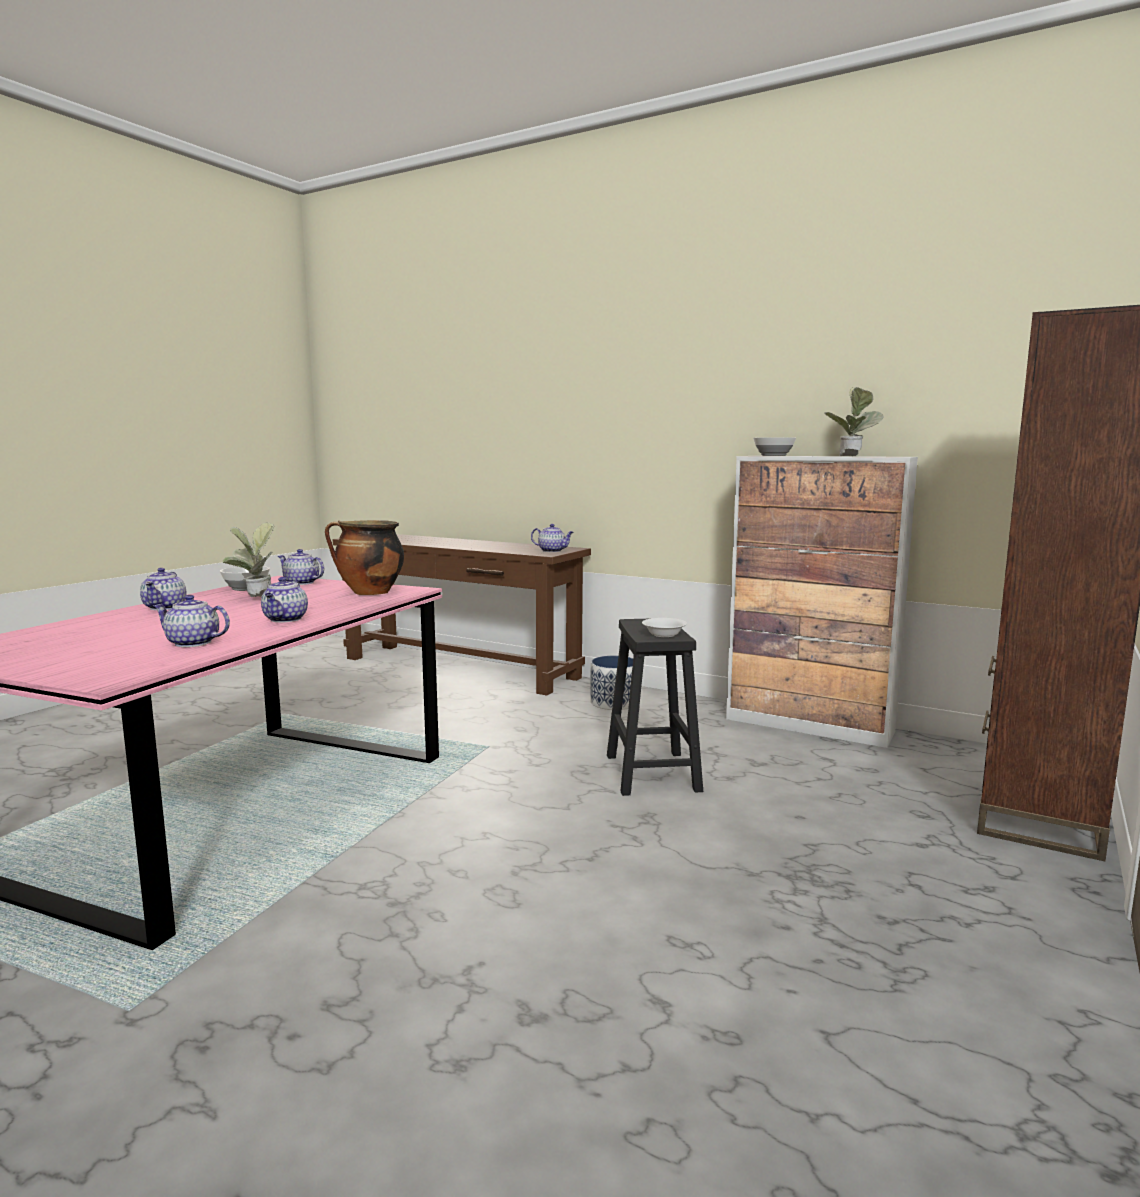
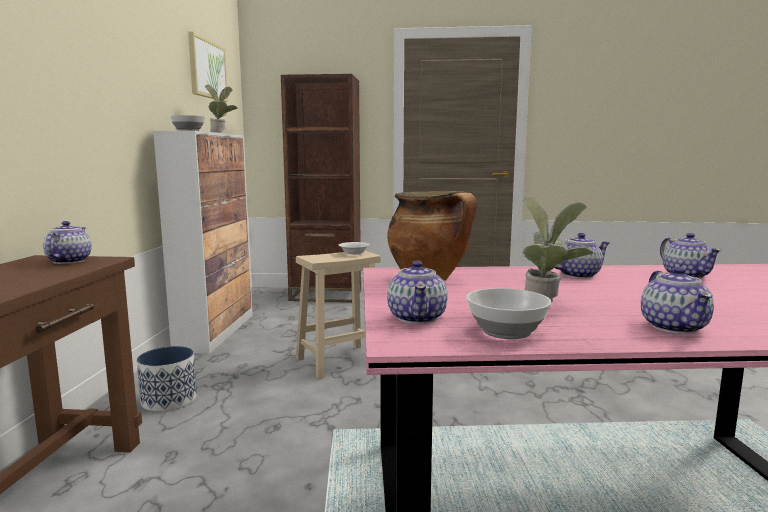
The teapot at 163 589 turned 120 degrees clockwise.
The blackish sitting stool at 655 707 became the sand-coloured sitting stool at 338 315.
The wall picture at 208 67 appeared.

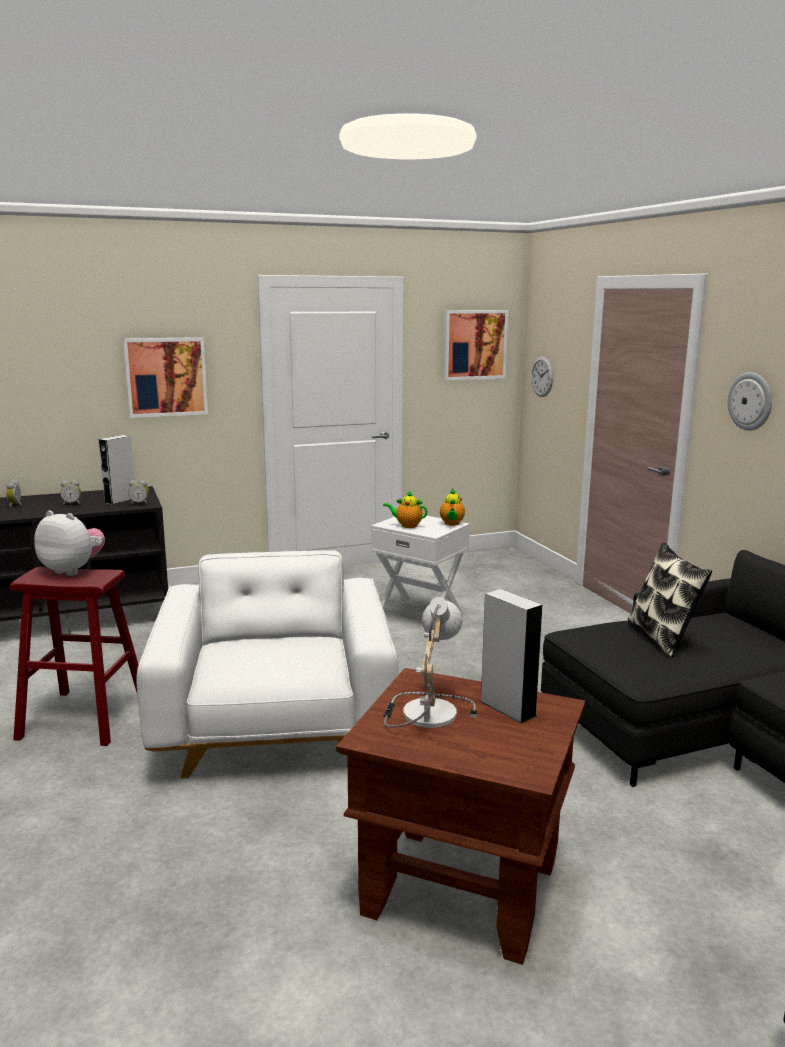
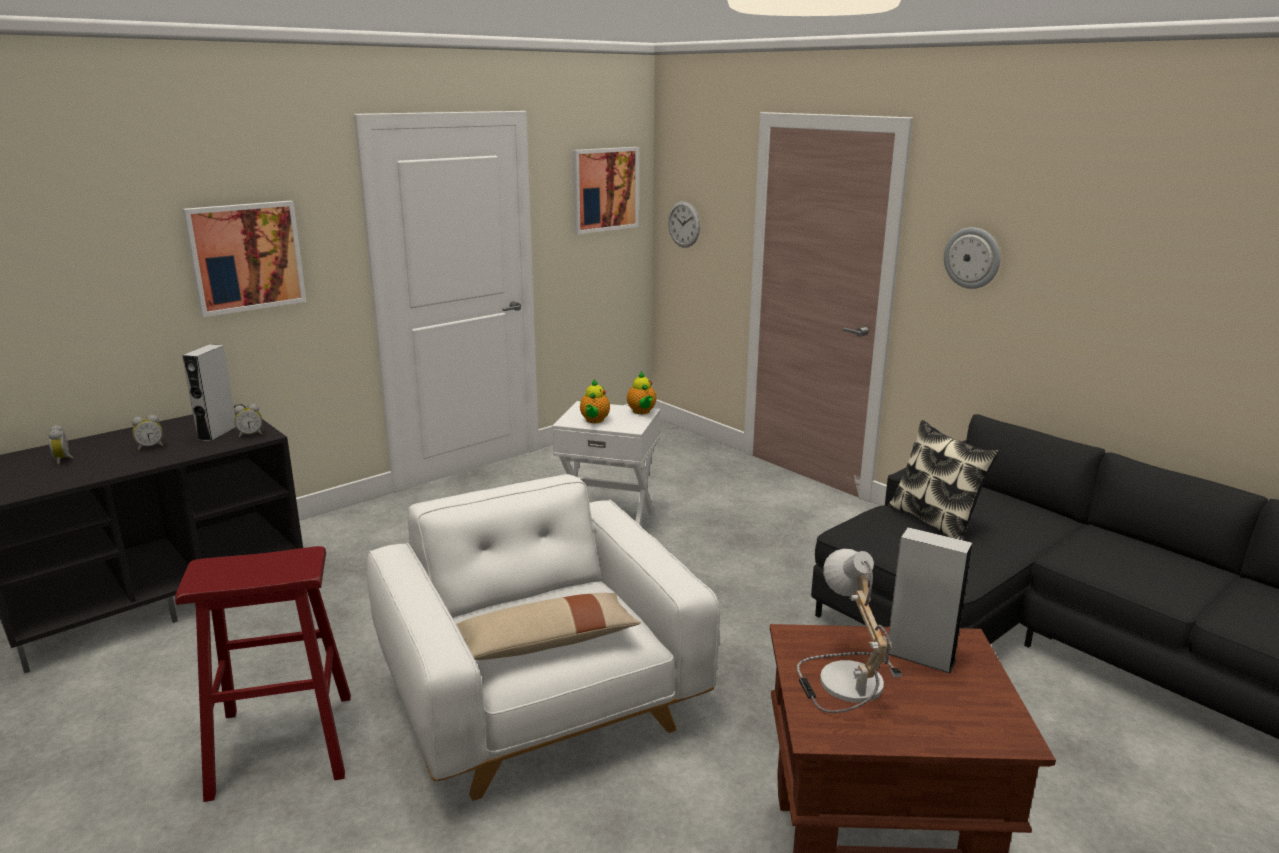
The teapot at 405 509 turned 75 degrees counterclockwise.
The cuddly toy at 69 543 disappeared.
The sand-coloured cushion at 549 626 appeared.

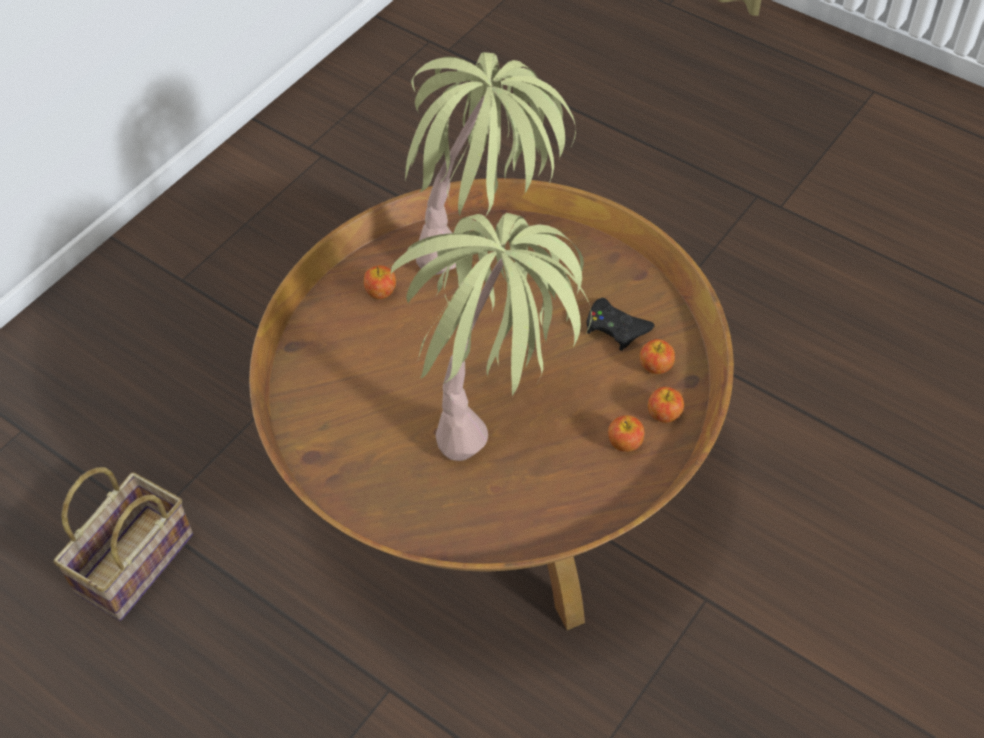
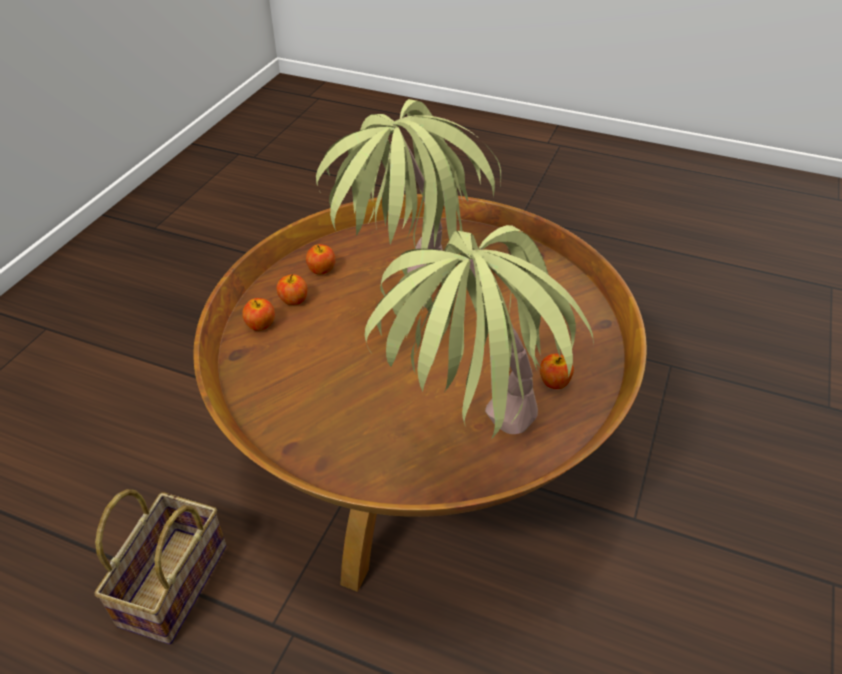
The blackish gamepad at 621 324 disappeared.
The apple moved from 657 356 to 321 259.
The basket moved from 123 544 to 160 566.

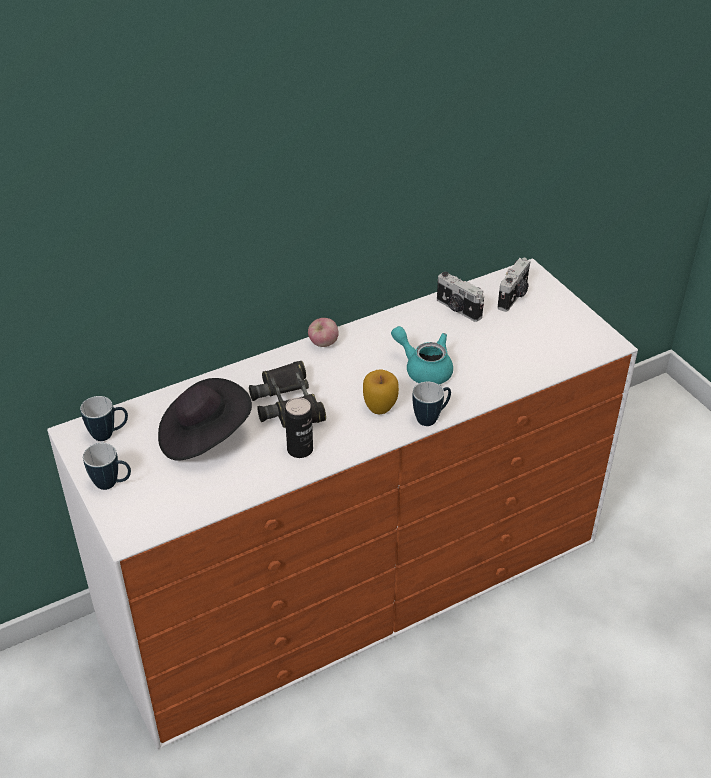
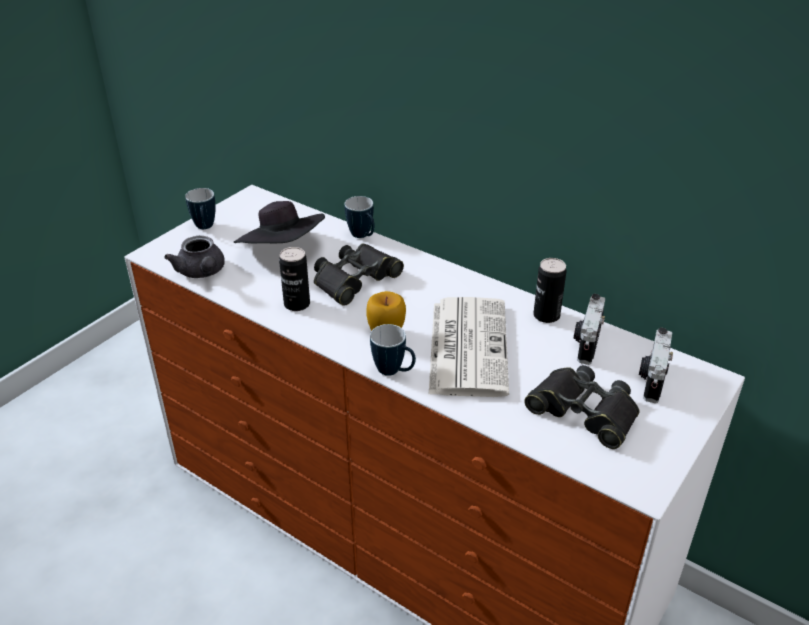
The still camera at 513 285 turned 105 degrees clockwise.
The apple at 323 332 disappeared.
The blue-green teapot at 422 355 was replaced by the newspaper at 469 347.
The mug moved from 104 418 to 360 217.
The grey teapot at 194 257 appeared.
The metal can at 550 290 appeared.
The blackish pair of binoculars at 582 407 appeared.

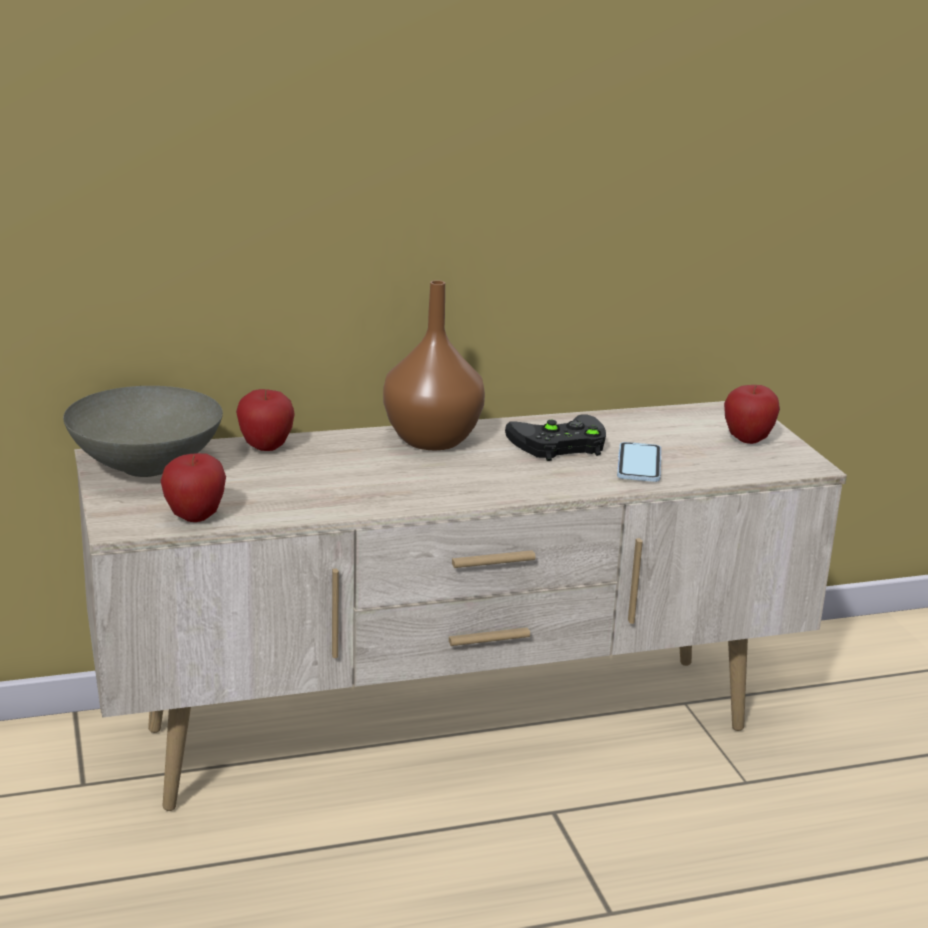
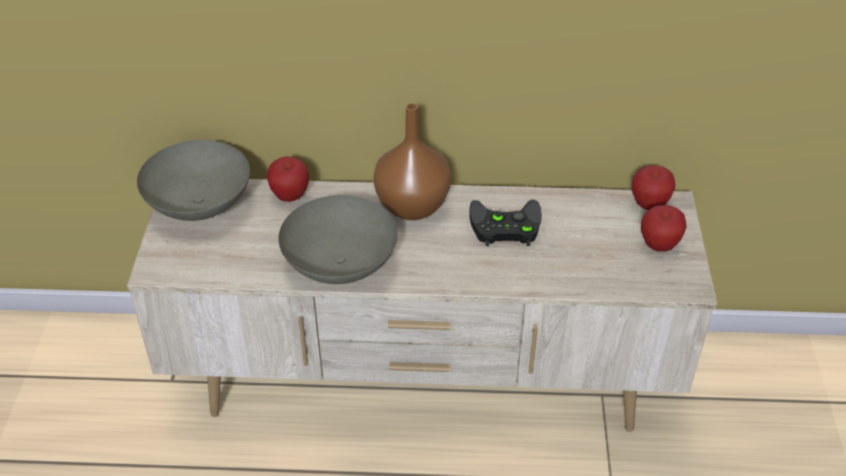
The phone at 639 462 disappeared.
The apple moved from 193 487 to 653 188.
The grey deep dish at 338 239 appeared.

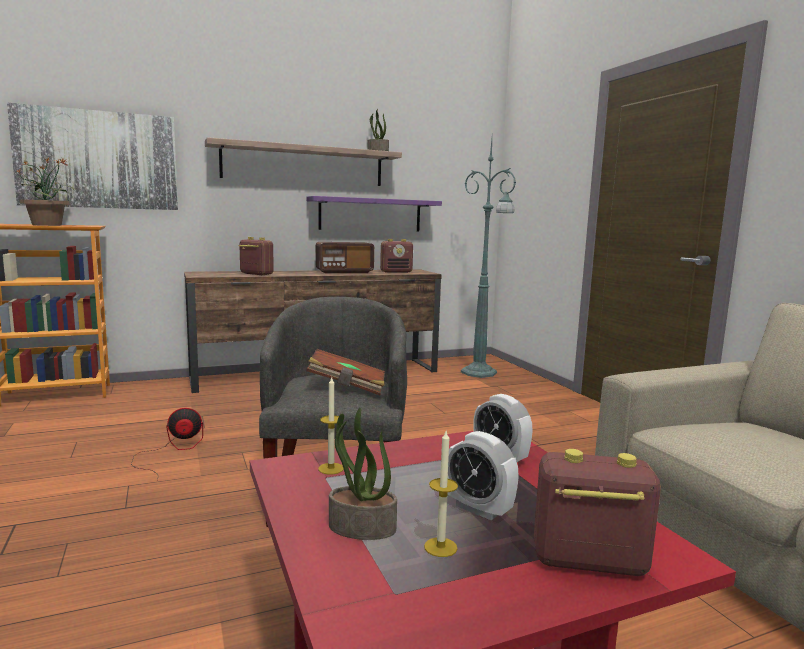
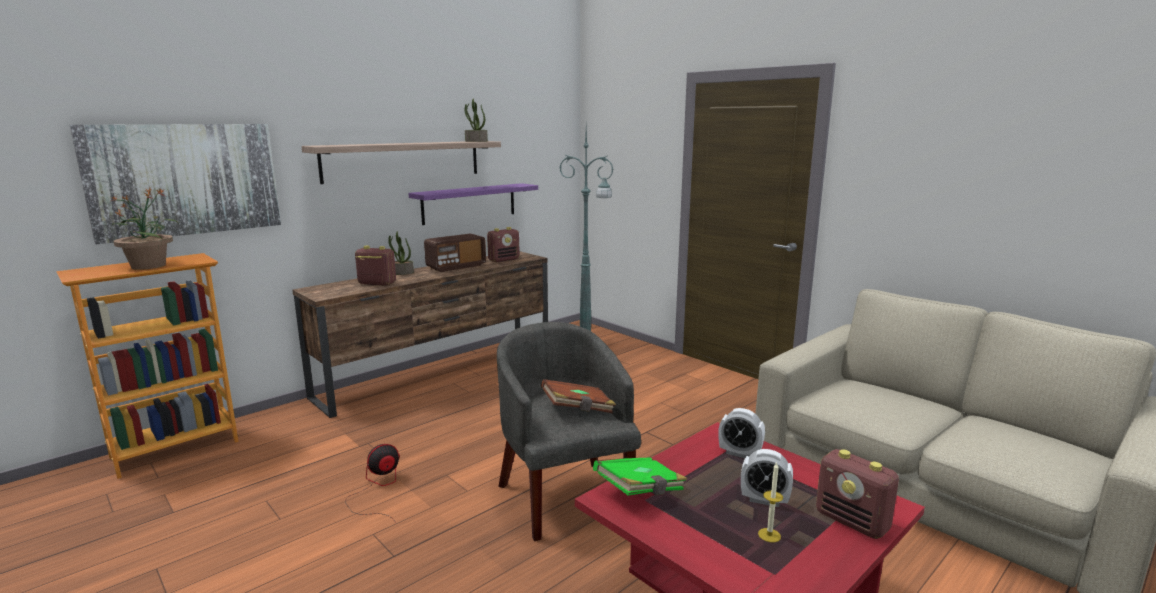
The wax light at 331 425 was replaced by the greenish volume at 640 477.
The plant in a pot moved from 363 473 to 401 253.
The radio set at 597 512 turned 120 degrees counterclockwise.

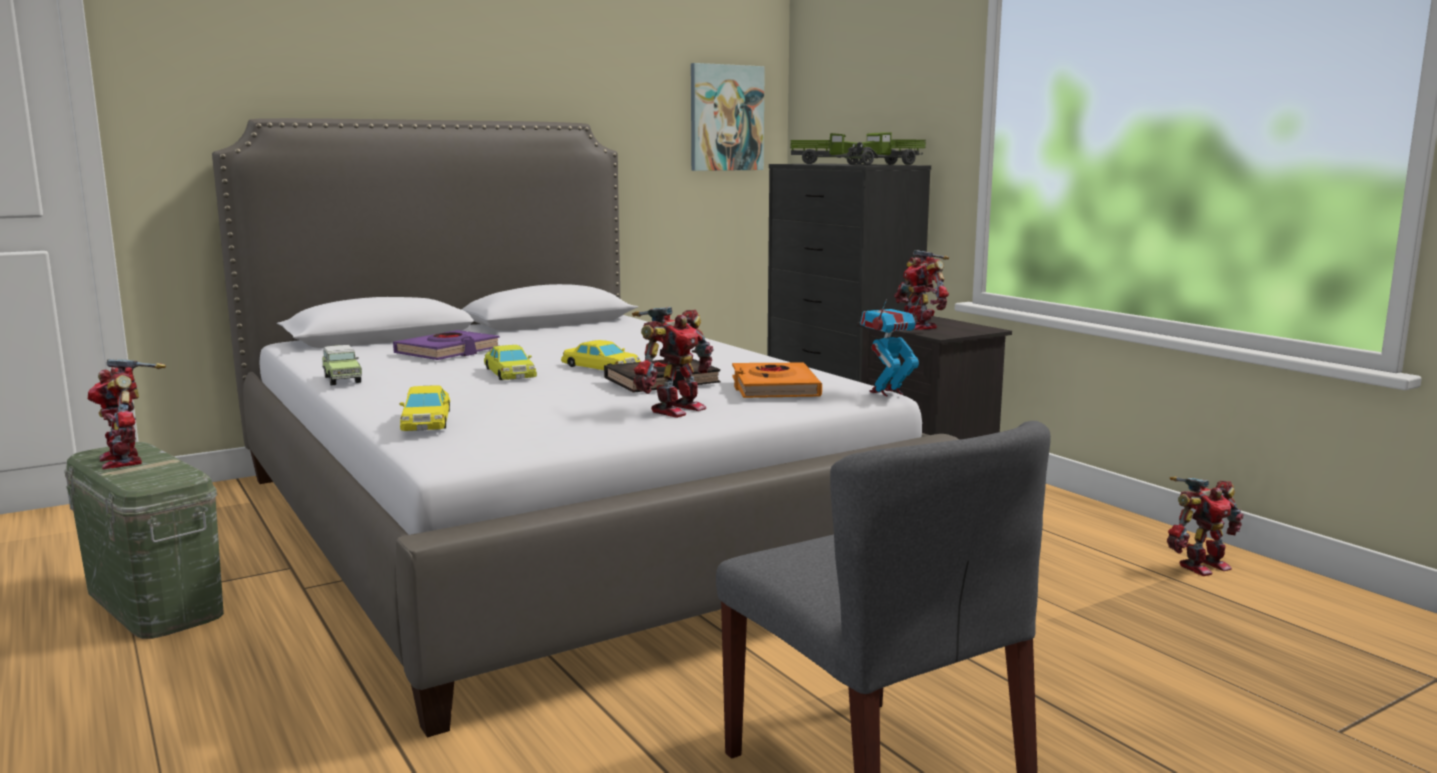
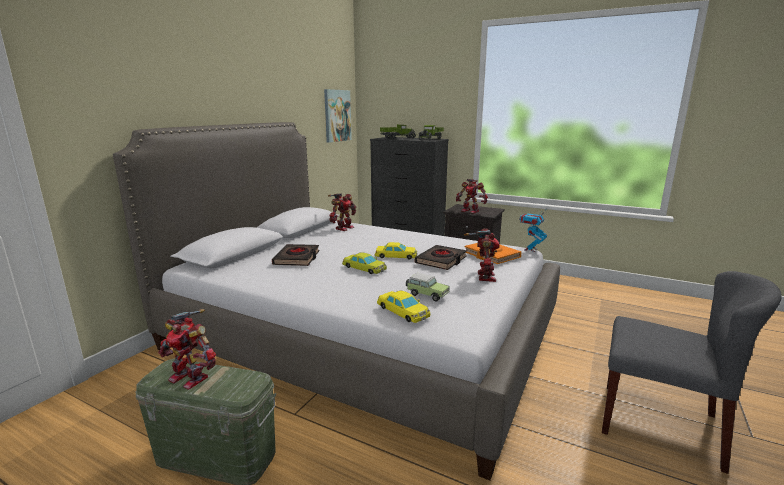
The purple volume at 446 345 became the blackish volume at 296 255.
The miniature car moved from 342 365 to 428 287.
The robot figure moved from 1205 526 to 342 212.

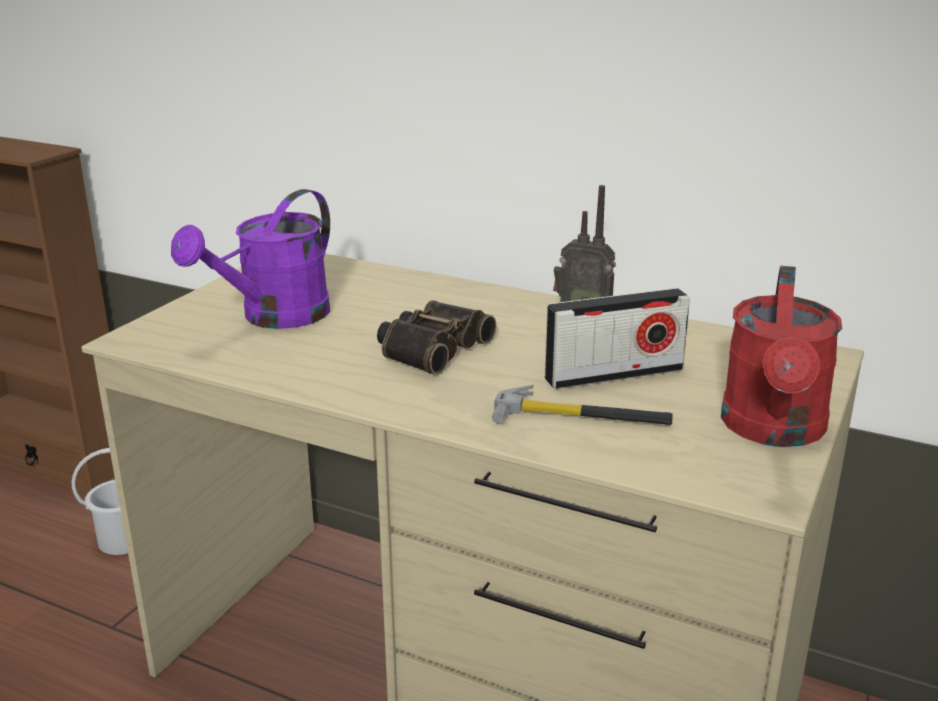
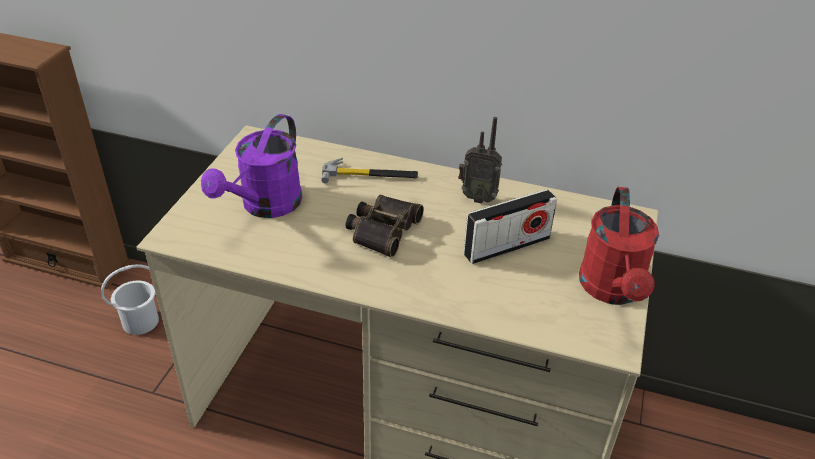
The hammer moved from 582 405 to 369 171.

